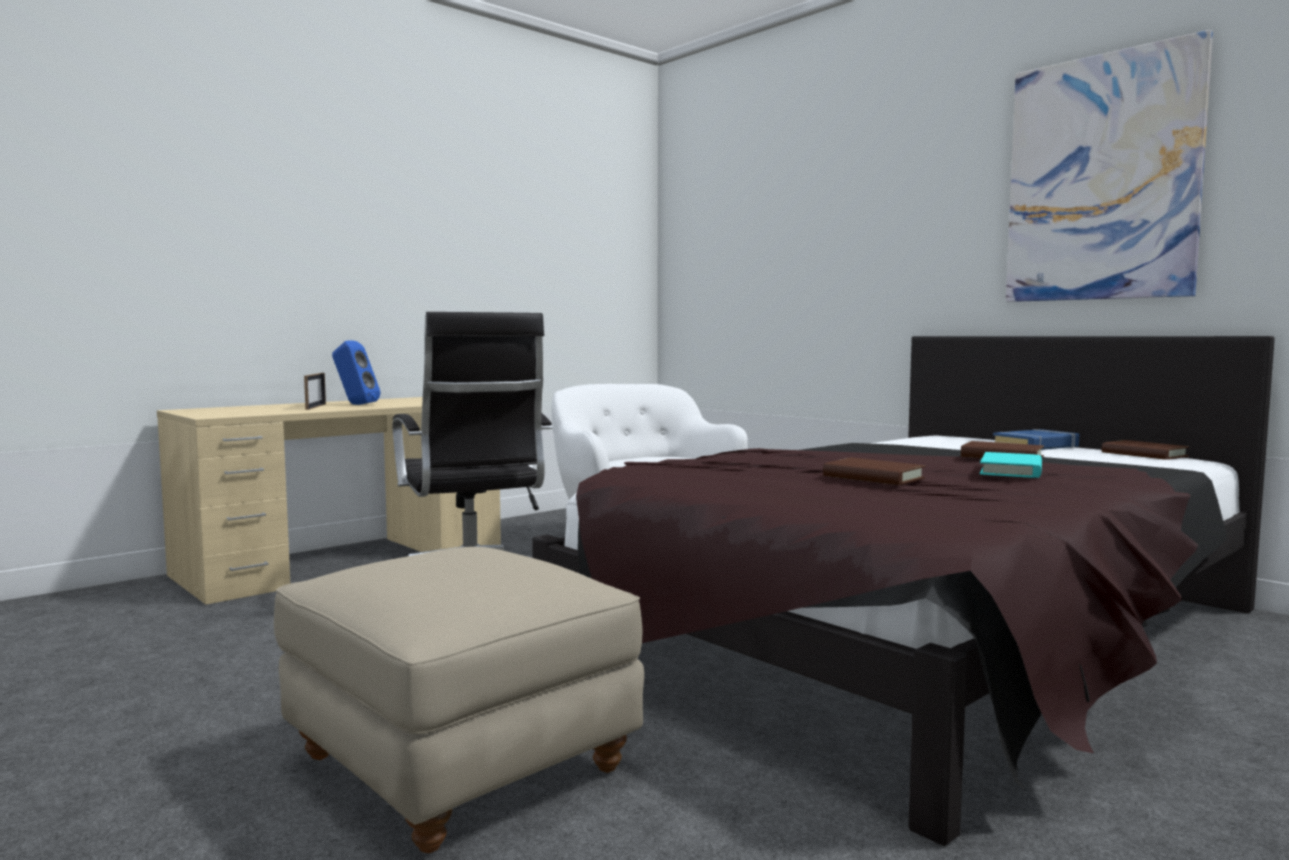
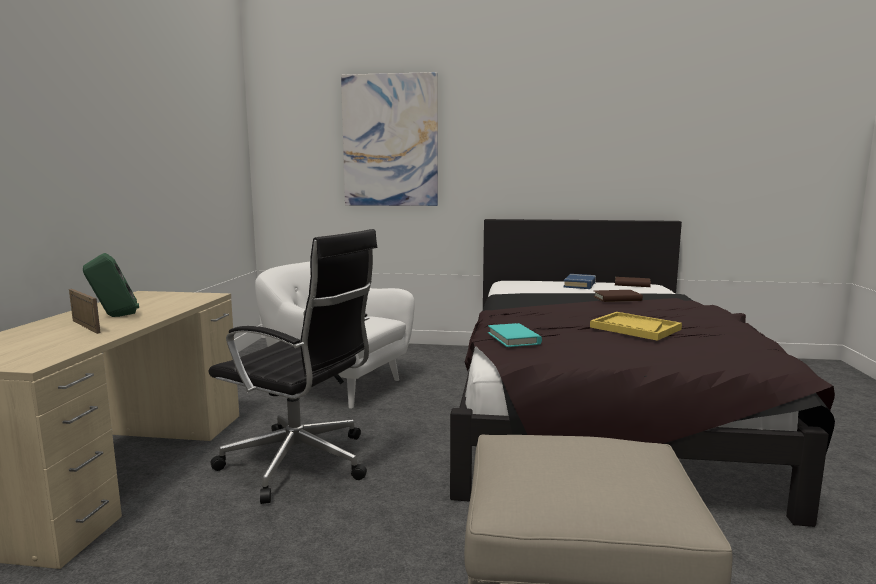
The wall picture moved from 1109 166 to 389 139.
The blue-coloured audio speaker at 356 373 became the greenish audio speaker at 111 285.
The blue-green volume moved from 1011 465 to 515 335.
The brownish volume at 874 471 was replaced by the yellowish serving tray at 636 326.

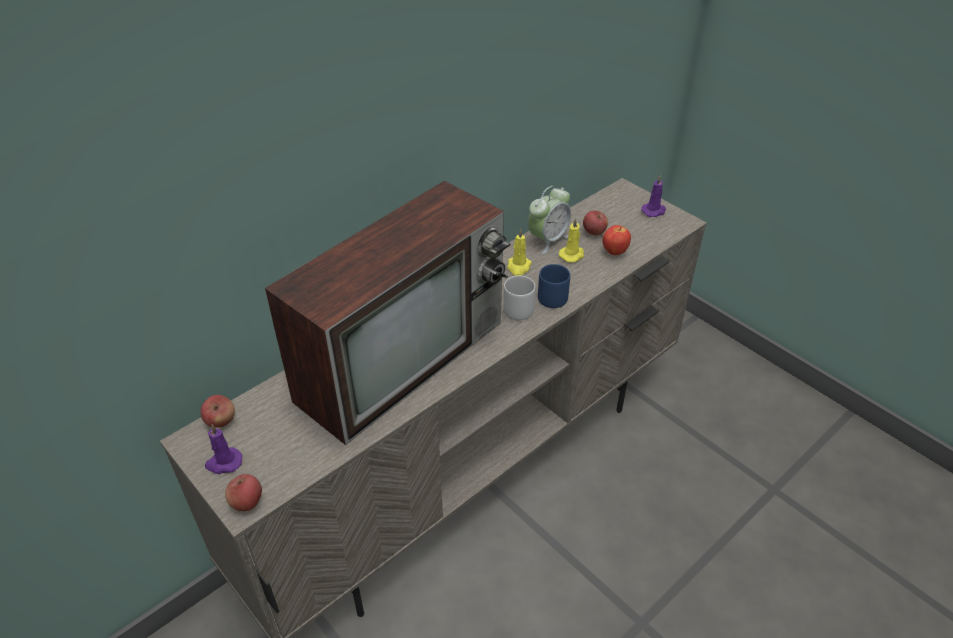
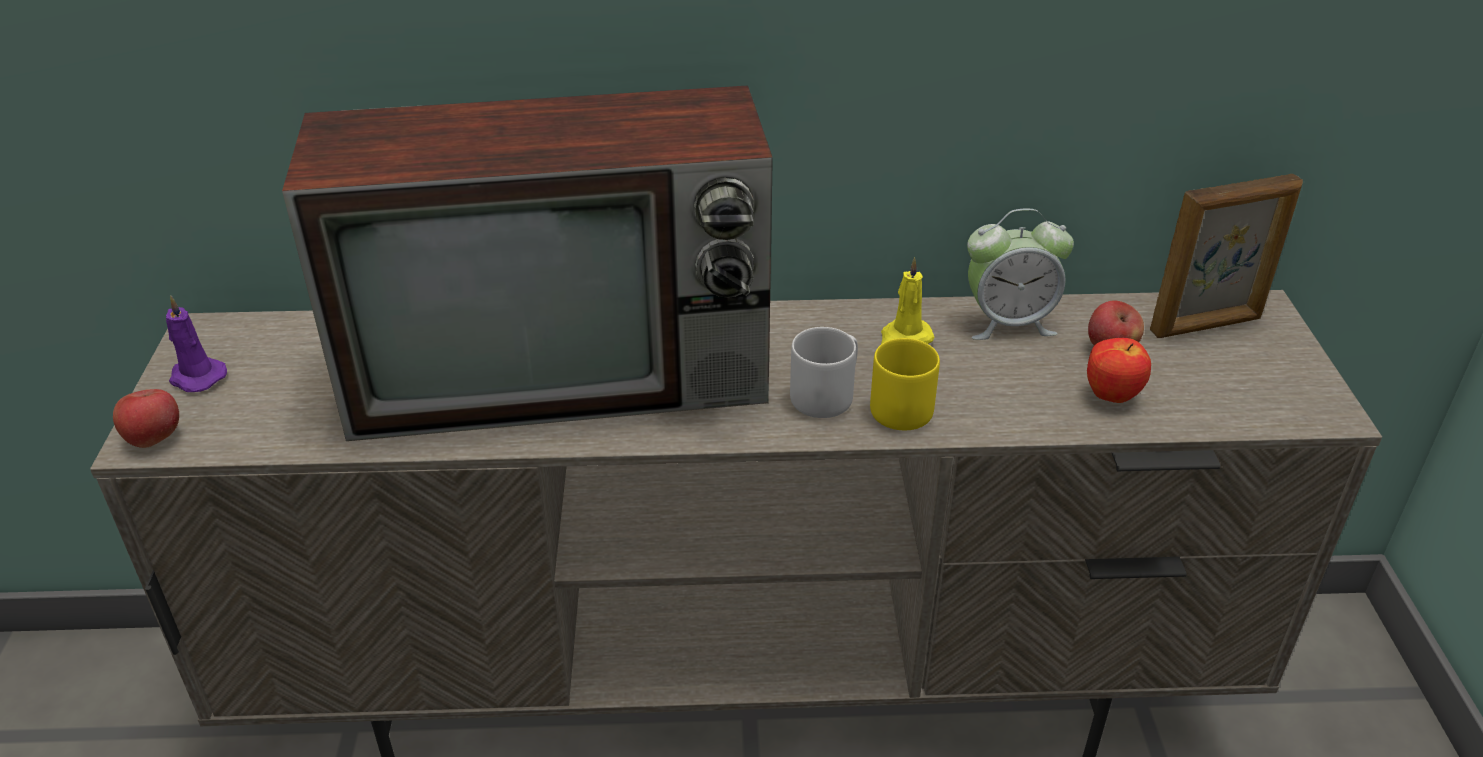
The purple wax light at 653 196 disappeared.
The yellowish wax light at 571 240 disappeared.
The blue-coloured mug at 554 286 became the yellowish mug at 905 384.
The apple at 218 411 disappeared.
The standing frame at 1226 256 appeared.

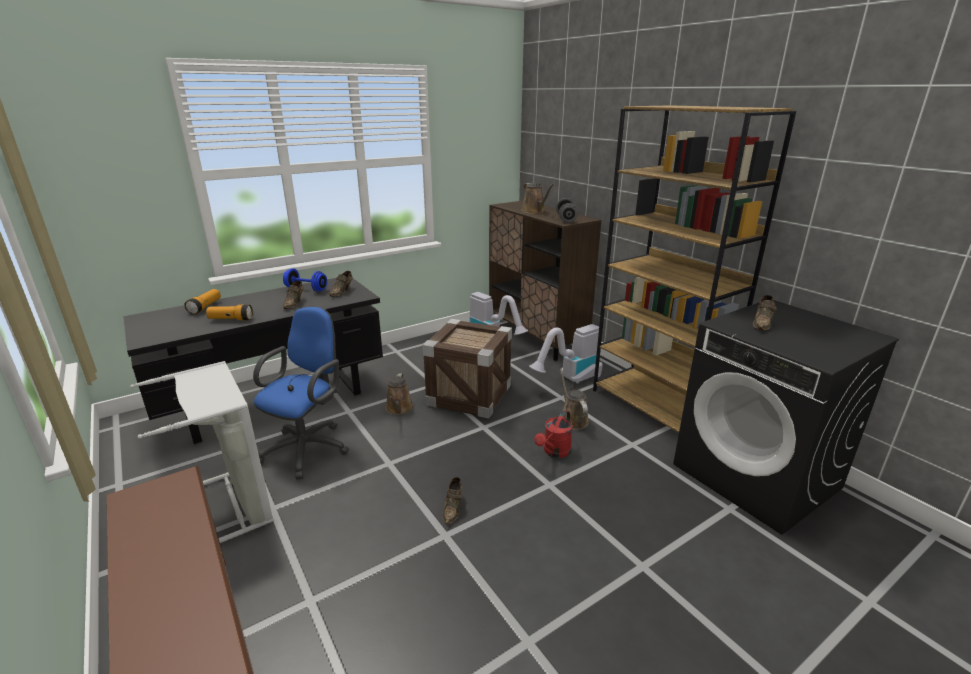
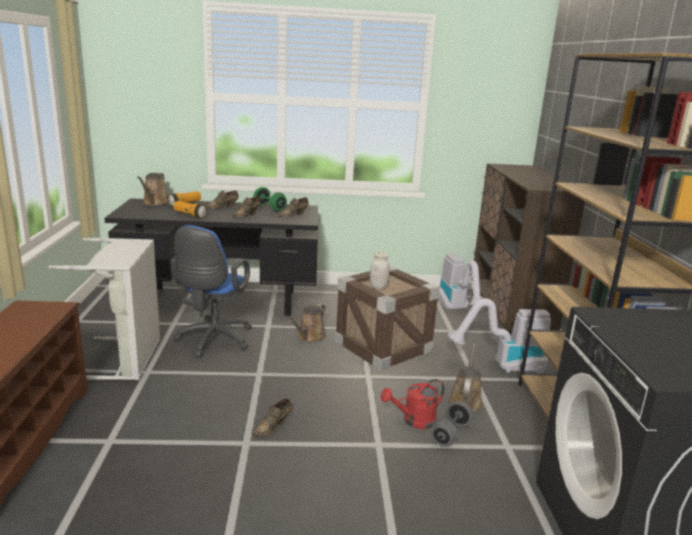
The brownish sprinkling can moved from 537 198 to 152 189.
The grey dumbbell moved from 567 210 to 452 423.
The blue-coloured dumbbell at 305 280 became the greenish dumbbell at 270 199.
The brownish item of footwear moved from 765 312 to 221 199.
The blue-coloured desk chair at 301 393 turned 135 degrees clockwise.
The whitish preserve jar at 380 270 appeared.

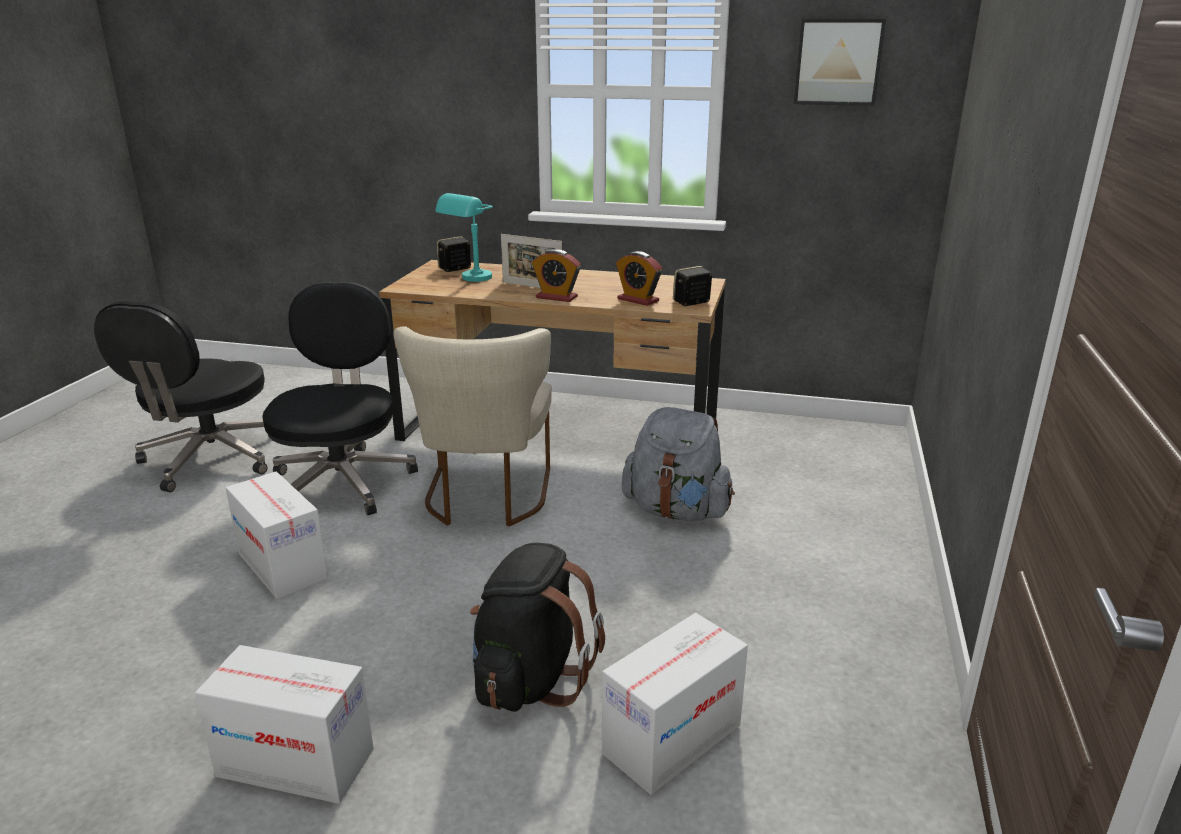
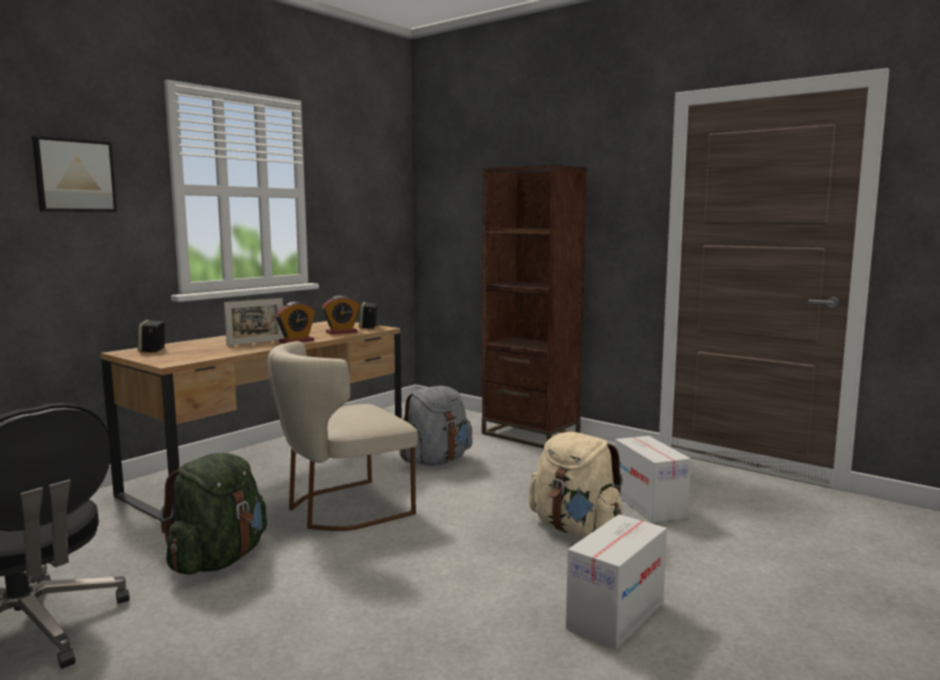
The wall picture moved from 840 62 to 74 174.
The blue-green table lamp at 464 237 disappeared.
The blackish desk chair at 340 399 was replaced by the greenish knapsack at 213 514.
The sand-coloured plain chair at 472 426 turned 120 degrees clockwise.
The packing box at 277 535 disappeared.
The blackish knapsack at 537 627 became the sand-coloured knapsack at 576 484.
The brownish shelving unit at 534 306 appeared.

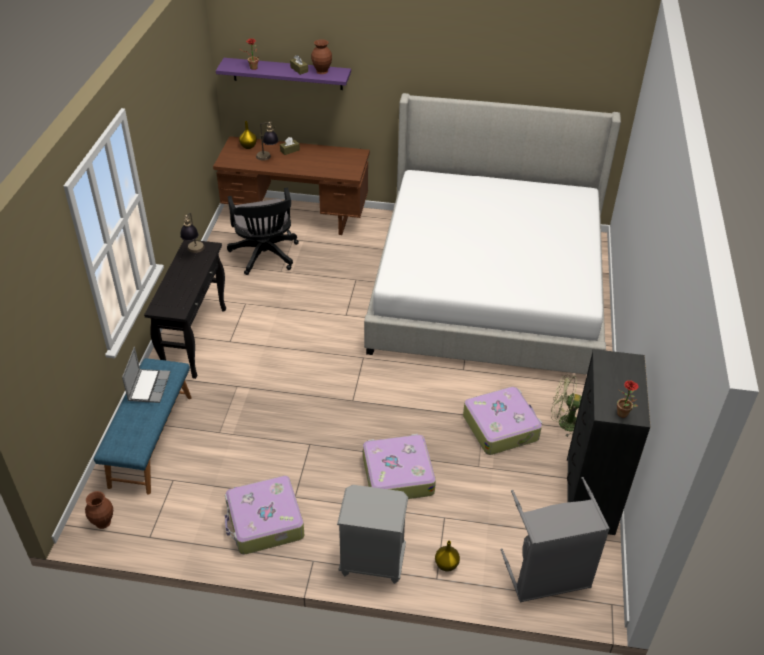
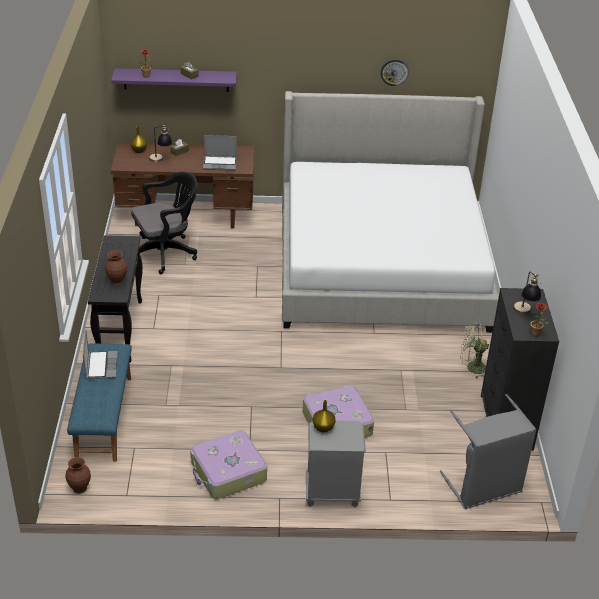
The brownish decorative vase moved from 321 56 to 116 267.
The blackish desk chair at 263 231 turned 90 degrees counterclockwise.
The table lamp moved from 192 233 to 527 293.
The travel case at 502 421 disappeared.
The yellowish decorative vase moved from 447 556 to 324 416.
The clock on the wall at 394 72 appeared.
The portable computer at 220 153 appeared.

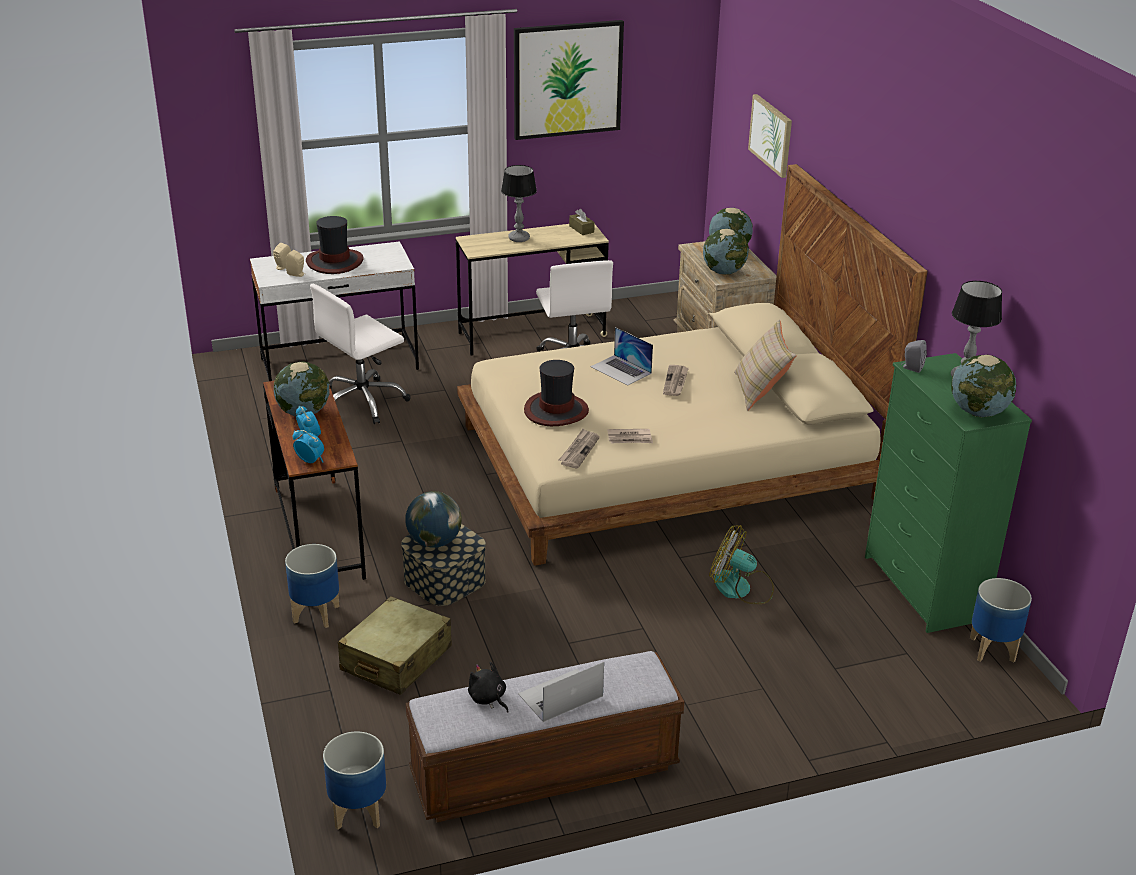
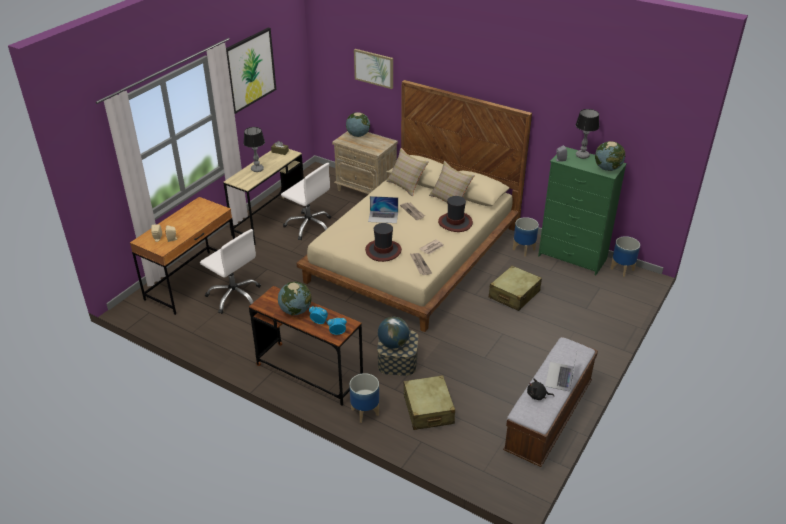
The wearable hat moved from 335 245 to 455 214.
The world globe at 726 252 disappeared.
The whitish desk at 334 311 became the brownish desk at 182 256.
The whitish desk chair at 360 354 turned 60 degrees counterclockwise.
The cooling fan at 741 564 was replaced by the sand-coloured travel case at 515 288.
The flower pot moved from 354 780 to 526 237.
The sand-coloured cushion at 407 172 appeared.

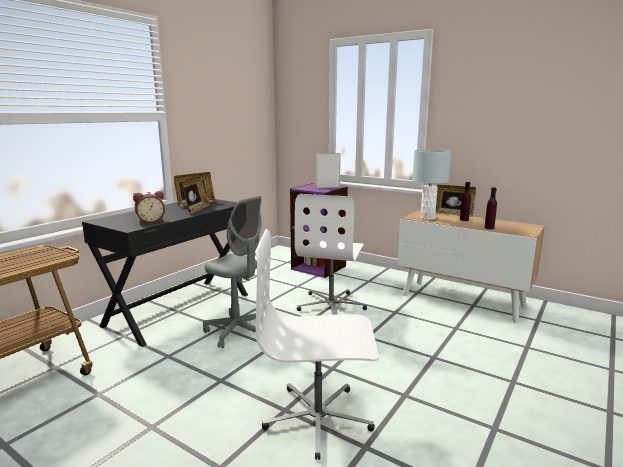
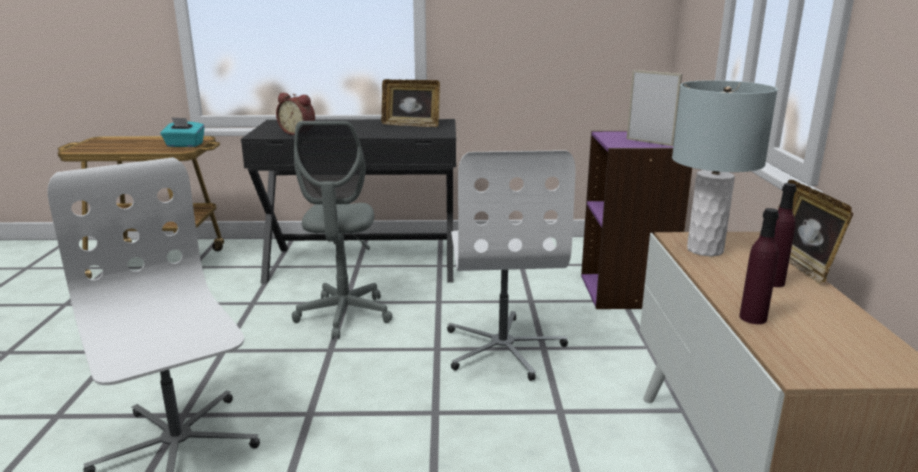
The standing frame at 196 194 disappeared.
The whitish desk chair at 331 254 turned 75 degrees counterclockwise.
The blue-green box of tissues at 182 132 appeared.

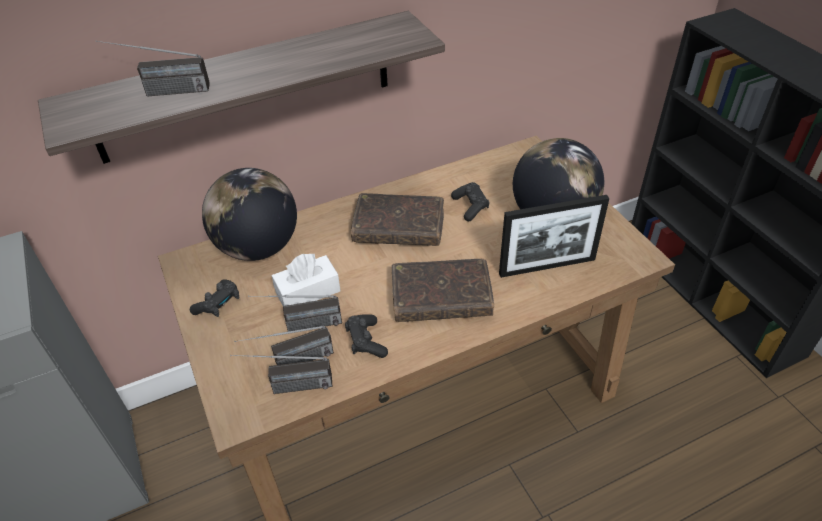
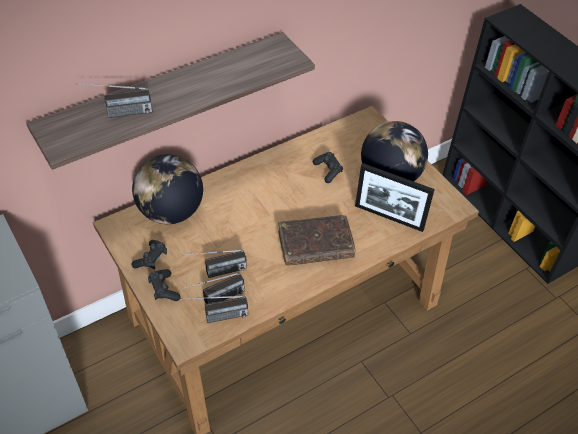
The brownish volume at 397 219 disappeared.
The standing frame at 554 236 turned 45 degrees clockwise.
The whitish box of tissues at 306 279 disappeared.
The blackish gamepad moved from 366 336 to 164 285.

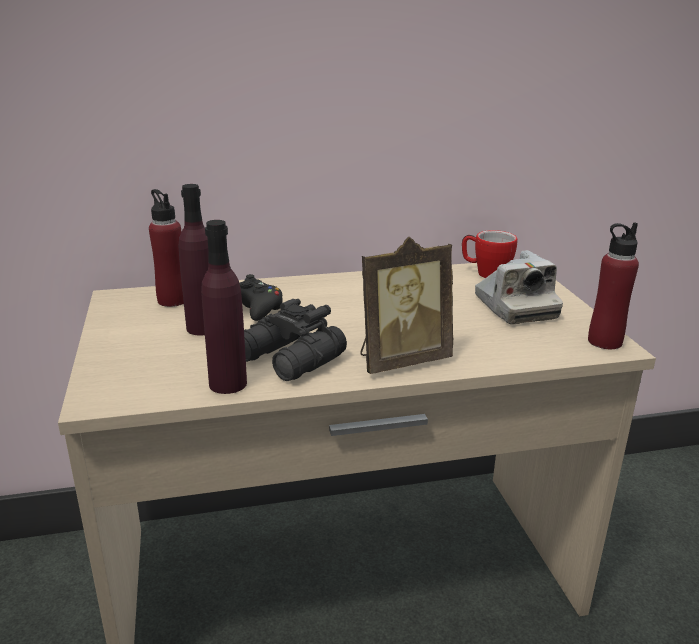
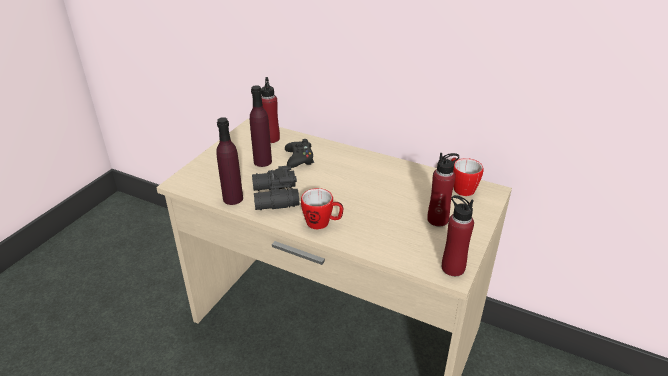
The standing frame at 406 305 was replaced by the mug at 322 208.
The still camera at 519 287 was replaced by the red-coloured bottle at 443 189.

